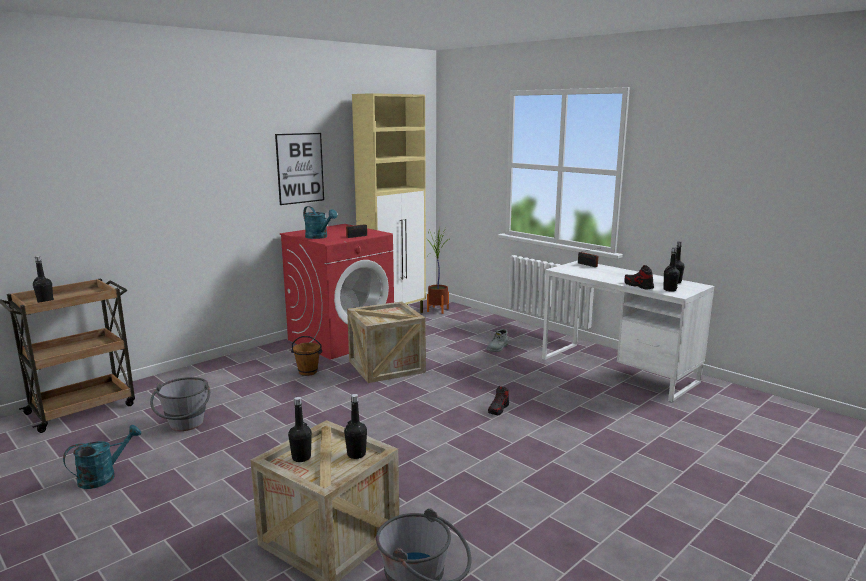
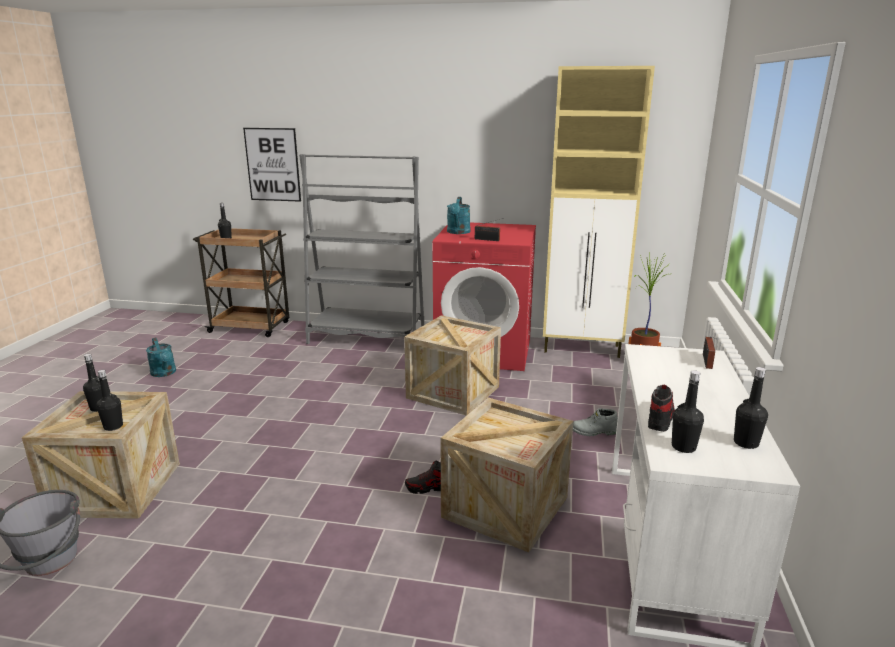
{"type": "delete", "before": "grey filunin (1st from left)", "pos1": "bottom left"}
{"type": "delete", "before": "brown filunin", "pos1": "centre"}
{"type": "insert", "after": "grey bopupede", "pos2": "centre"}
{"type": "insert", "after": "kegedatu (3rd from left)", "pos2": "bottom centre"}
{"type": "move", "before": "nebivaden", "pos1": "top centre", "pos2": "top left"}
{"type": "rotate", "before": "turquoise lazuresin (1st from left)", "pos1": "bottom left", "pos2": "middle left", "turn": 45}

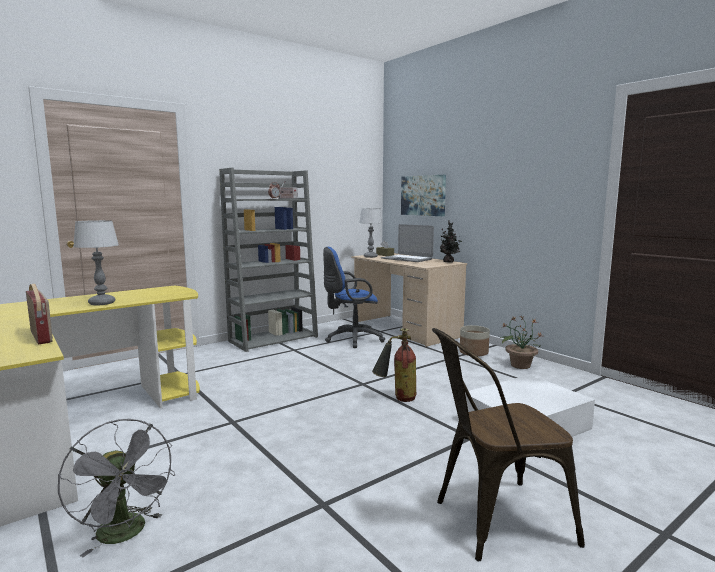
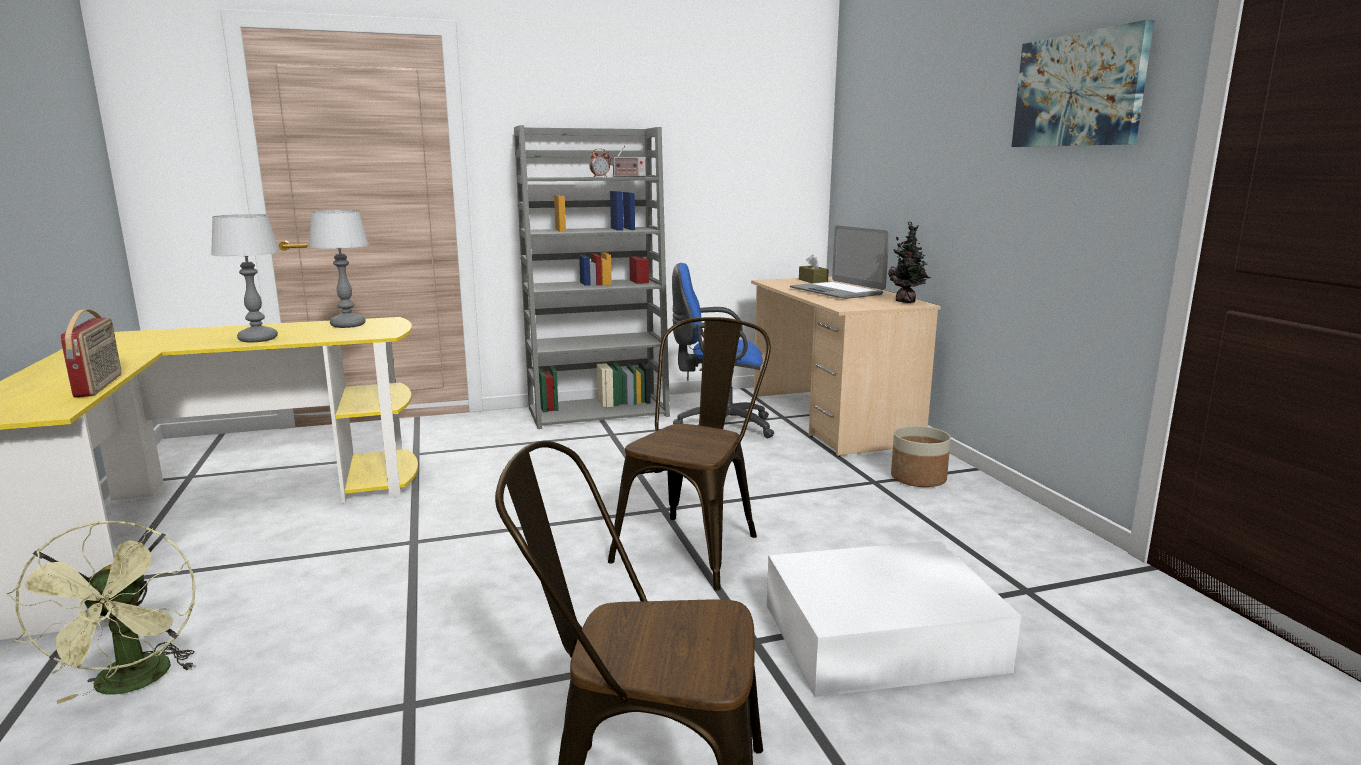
{"type": "delete", "before": "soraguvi (2nd from left)", "pos1": "middle right"}
{"type": "move", "before": "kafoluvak (2nd from left)", "pos1": "centre", "pos2": "middle left"}
{"type": "move", "before": "nebivaden", "pos1": "centre", "pos2": "top right"}
{"type": "replace", "before": "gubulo", "after": "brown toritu (2nd from left)", "pos1": "centre", "pos2": "centre"}
{"type": "recolor", "before": "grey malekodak", "after": "green malekodak", "pos1": "bottom left", "pos2": "bottom left"}

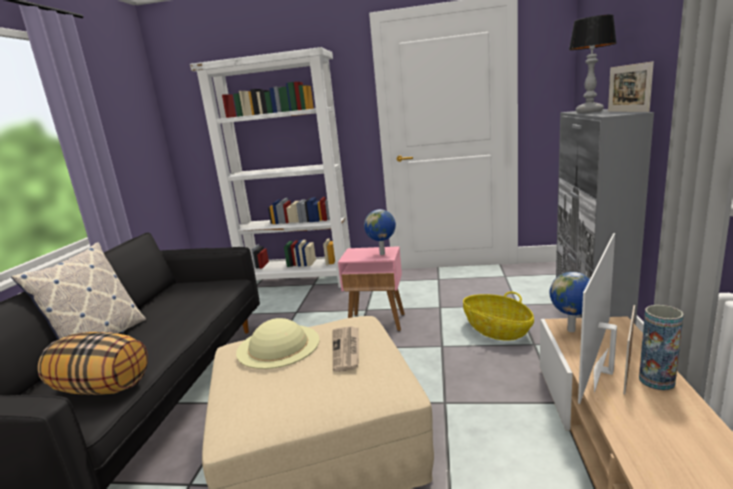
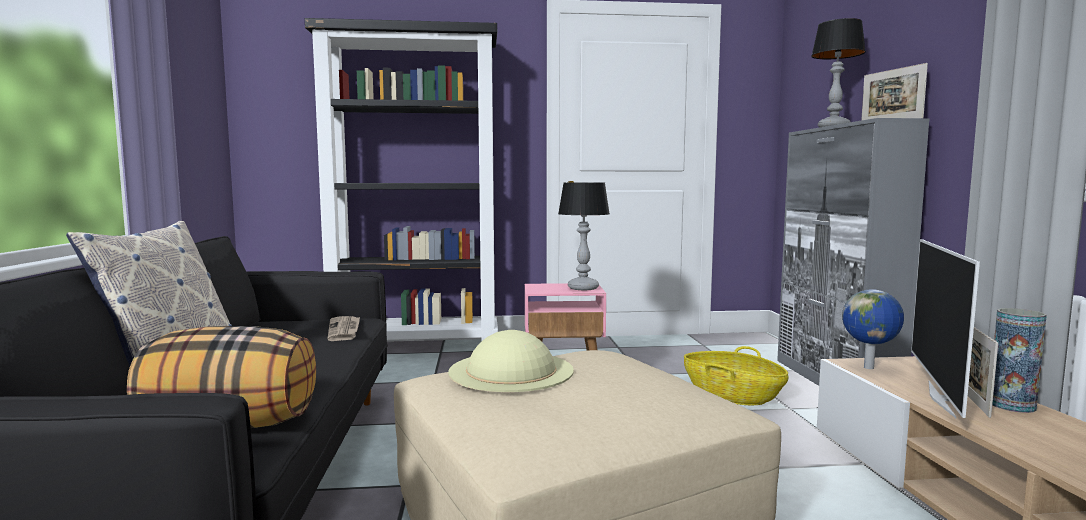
{"type": "move", "before": "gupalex", "pos1": "bottom centre", "pos2": "middle left"}
{"type": "replace", "before": "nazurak (1st from left)", "after": "kafoluvak (1st from left)", "pos1": "centre", "pos2": "centre"}
{"type": "recolor", "before": "white bopupede", "after": "black bopupede", "pos1": "centre", "pos2": "centre"}

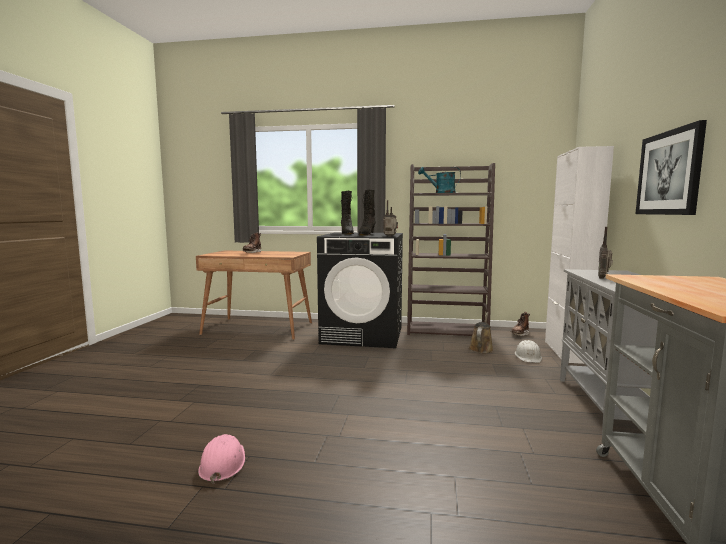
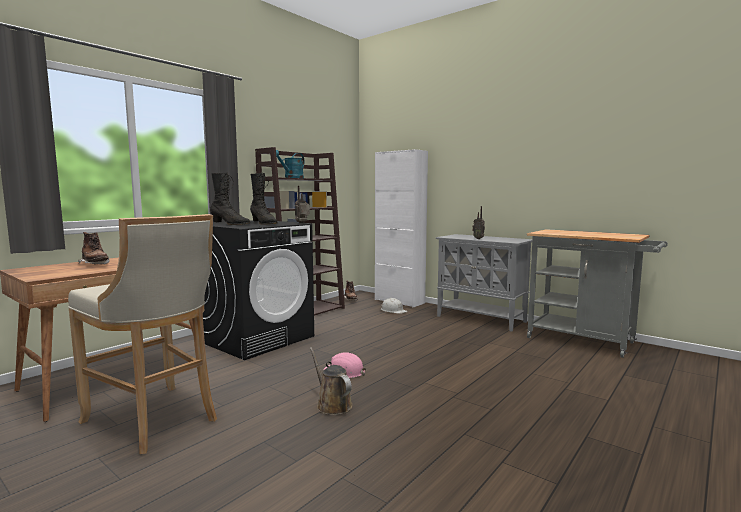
{"type": "delete", "before": "nebivaden", "pos1": "top right"}
{"type": "insert", "after": "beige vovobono", "pos2": "middle left"}
{"type": "move", "before": "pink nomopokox", "pos1": "bottom left", "pos2": "bottom centre"}
{"type": "move", "before": "brown lazuresin", "pos1": "centre", "pos2": "bottom centre"}

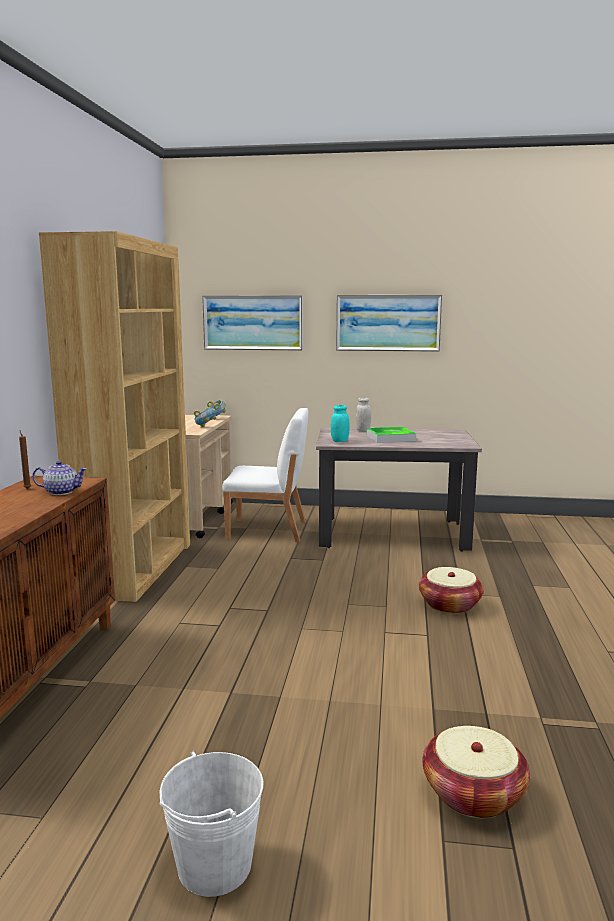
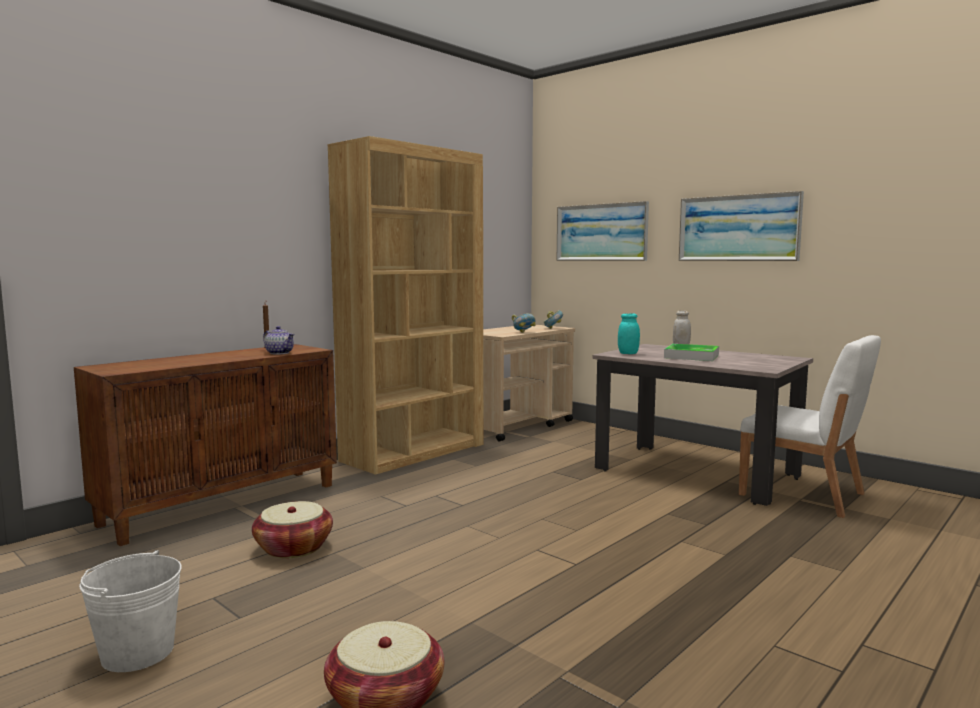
{"type": "move", "before": "white toritu", "pos1": "centre", "pos2": "middle right"}
{"type": "move", "before": "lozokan (1st from left)", "pos1": "middle right", "pos2": "bottom left"}

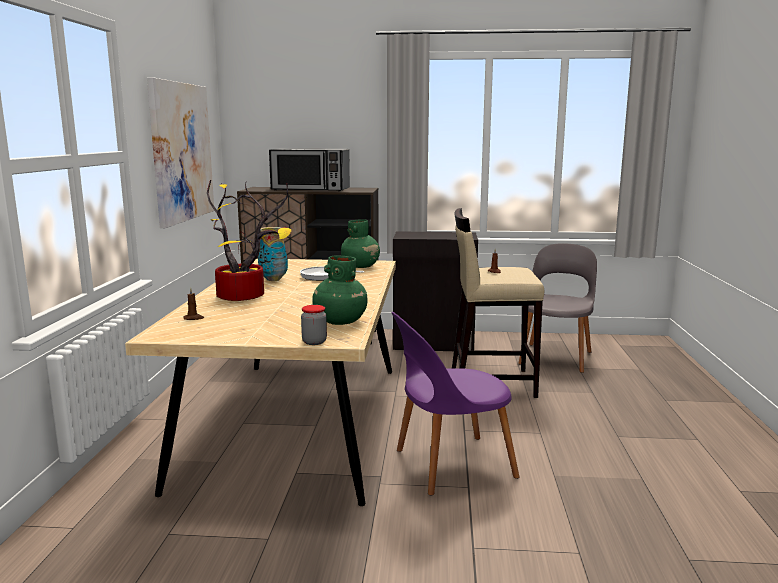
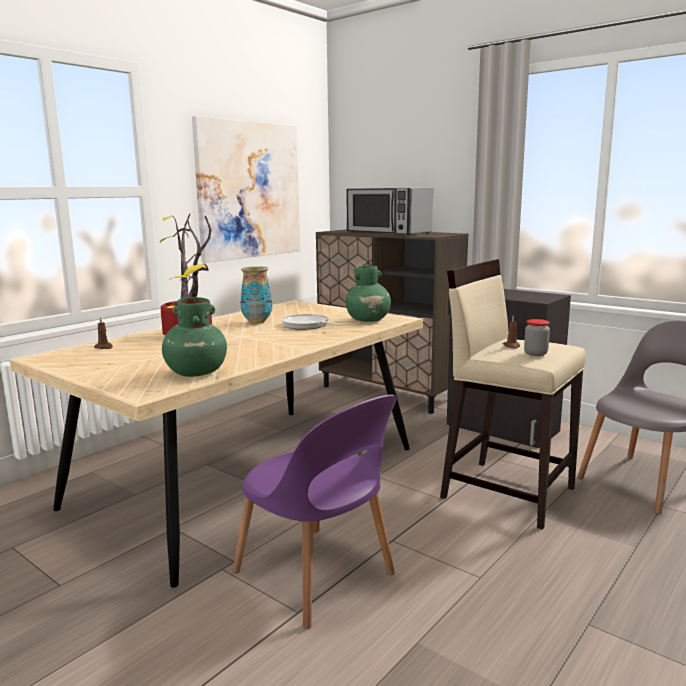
{"type": "move", "before": "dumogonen", "pos1": "centre", "pos2": "middle right"}
{"type": "rotate", "before": "purple toritu", "pos1": "bottom centre", "pos2": "bottom centre", "turn": -150}

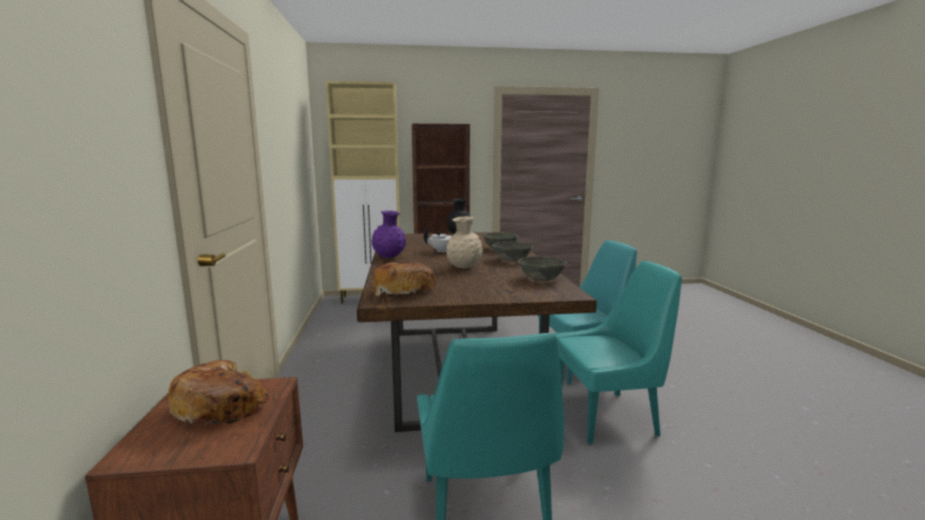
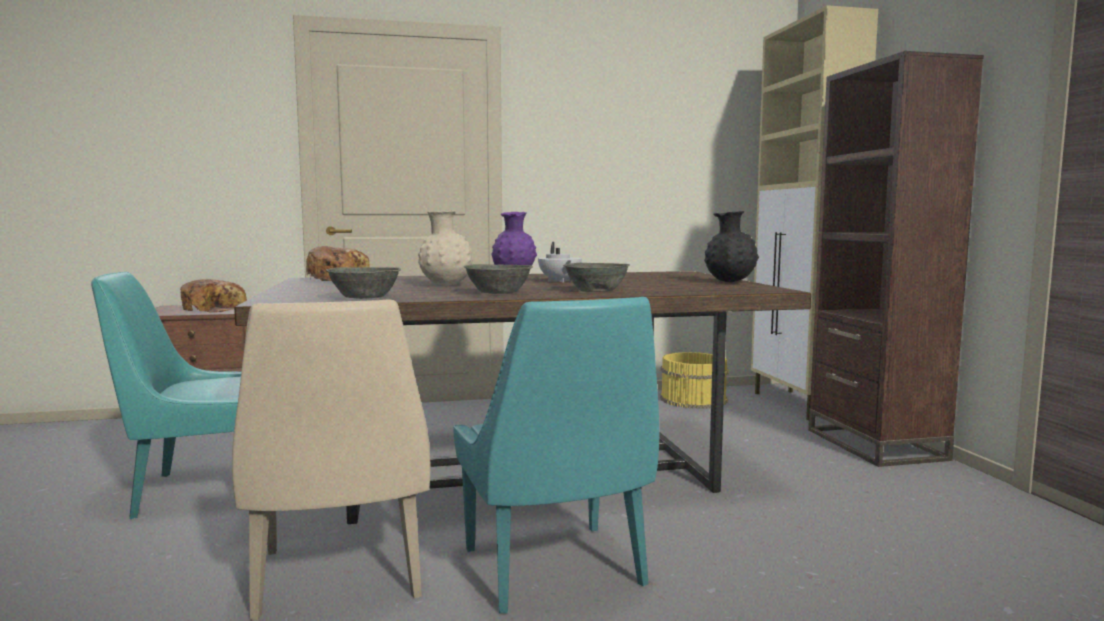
{"type": "insert", "after": "yellow filunin", "pos2": "centre"}
{"type": "recolor", "before": "turquoise toritu (3rd from left)", "after": "beige toritu", "pos1": "bottom right", "pos2": "bottom left"}

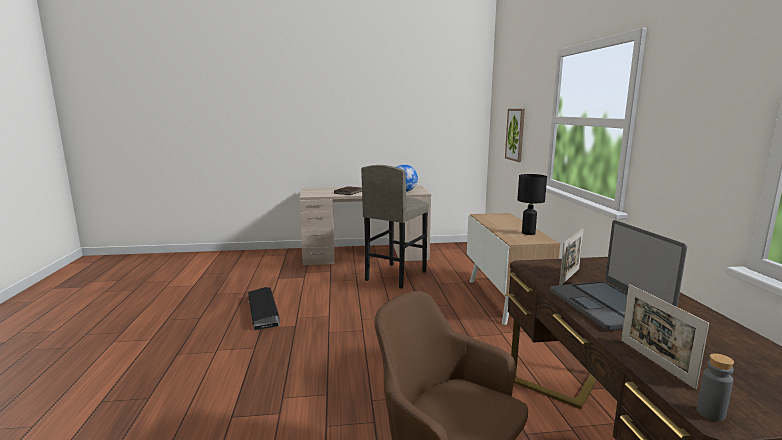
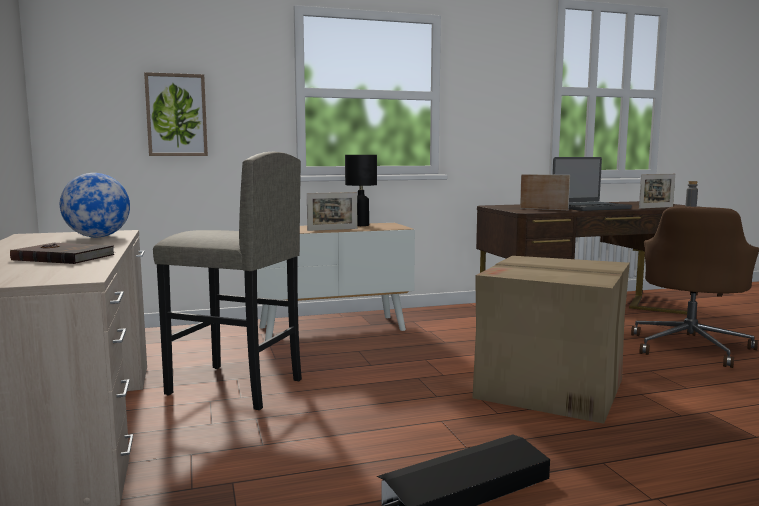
{"type": "insert", "after": "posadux (1st from left)", "pos2": "centre"}
{"type": "insert", "after": "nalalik", "pos2": "bottom right"}

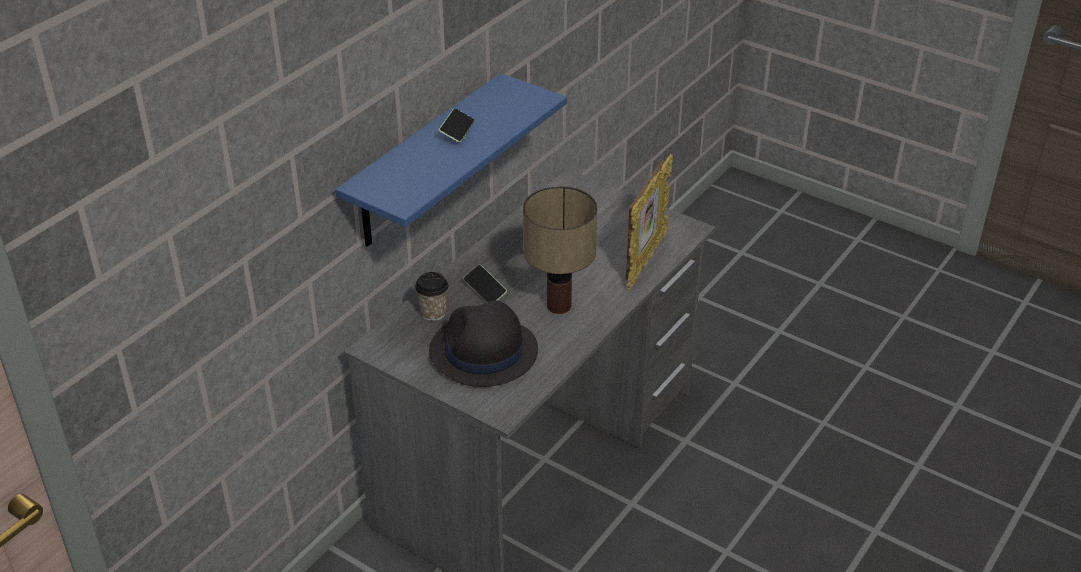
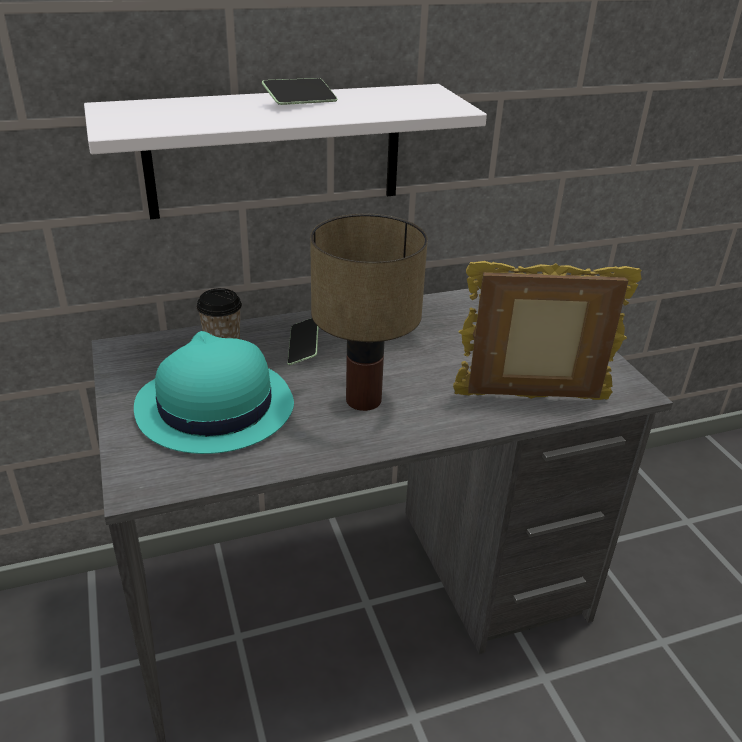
{"type": "recolor", "before": "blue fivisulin", "after": "white fivisulin", "pos1": "top centre", "pos2": "top centre"}
{"type": "recolor", "before": "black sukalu", "after": "turquoise sukalu", "pos1": "centre", "pos2": "middle left"}
{"type": "rotate", "before": "posadux", "pos1": "centre", "pos2": "middle right", "turn": -150}

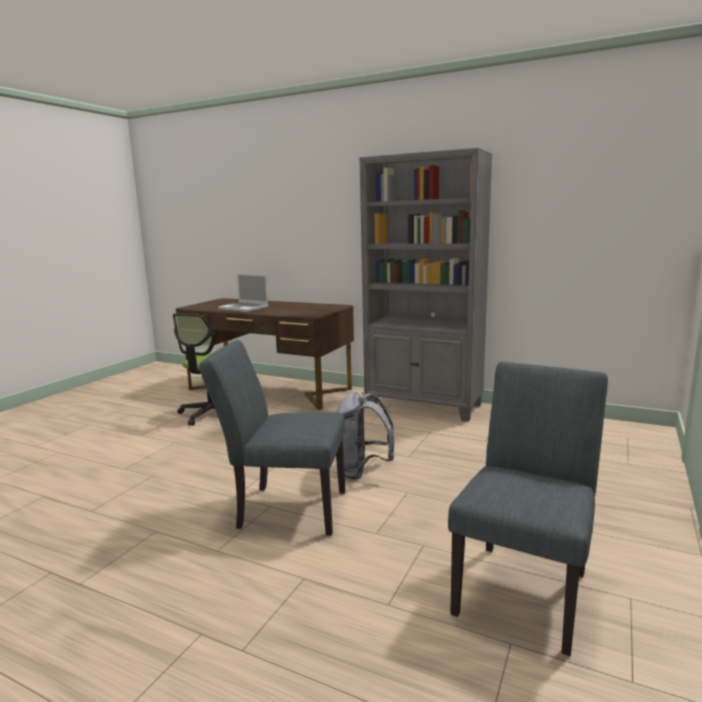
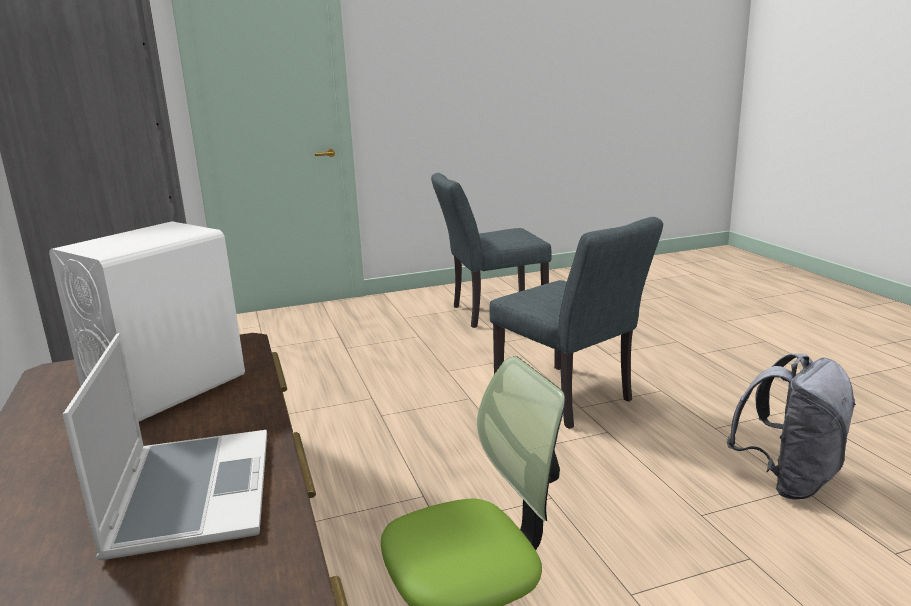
{"type": "insert", "after": "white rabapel", "pos2": "middle left"}
{"type": "move", "before": "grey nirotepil", "pos1": "centre", "pos2": "bottom right"}

